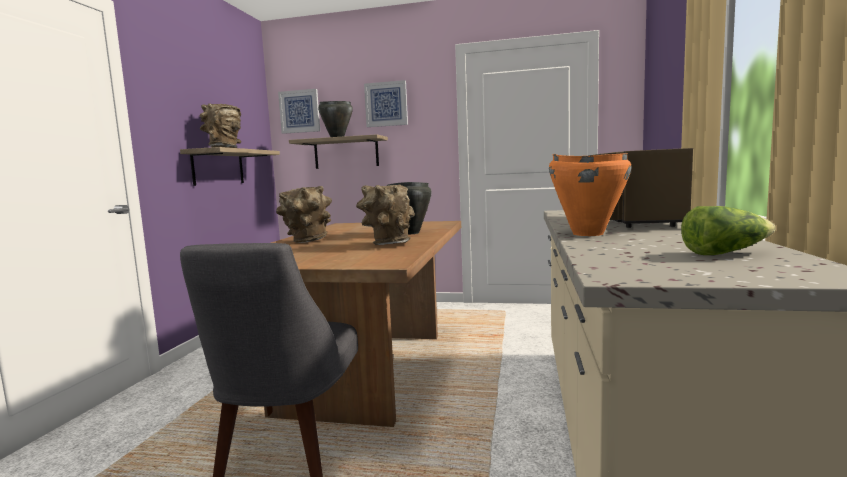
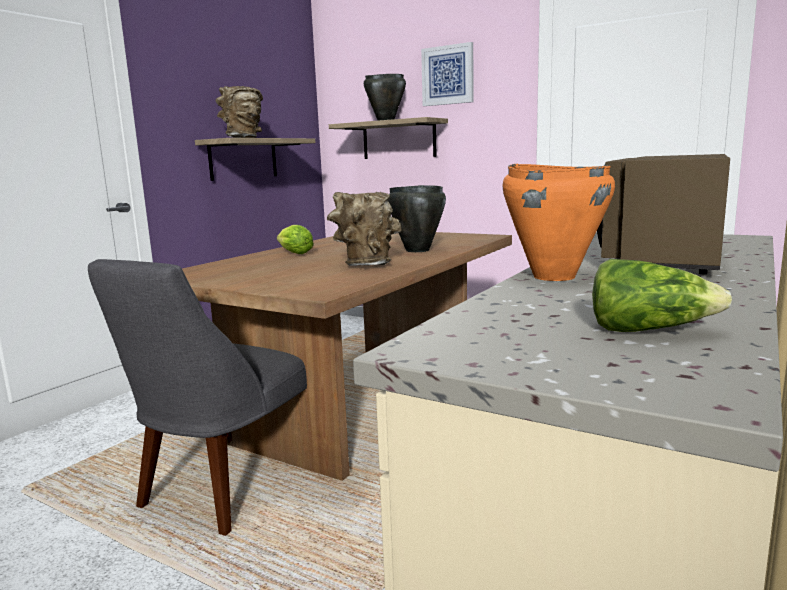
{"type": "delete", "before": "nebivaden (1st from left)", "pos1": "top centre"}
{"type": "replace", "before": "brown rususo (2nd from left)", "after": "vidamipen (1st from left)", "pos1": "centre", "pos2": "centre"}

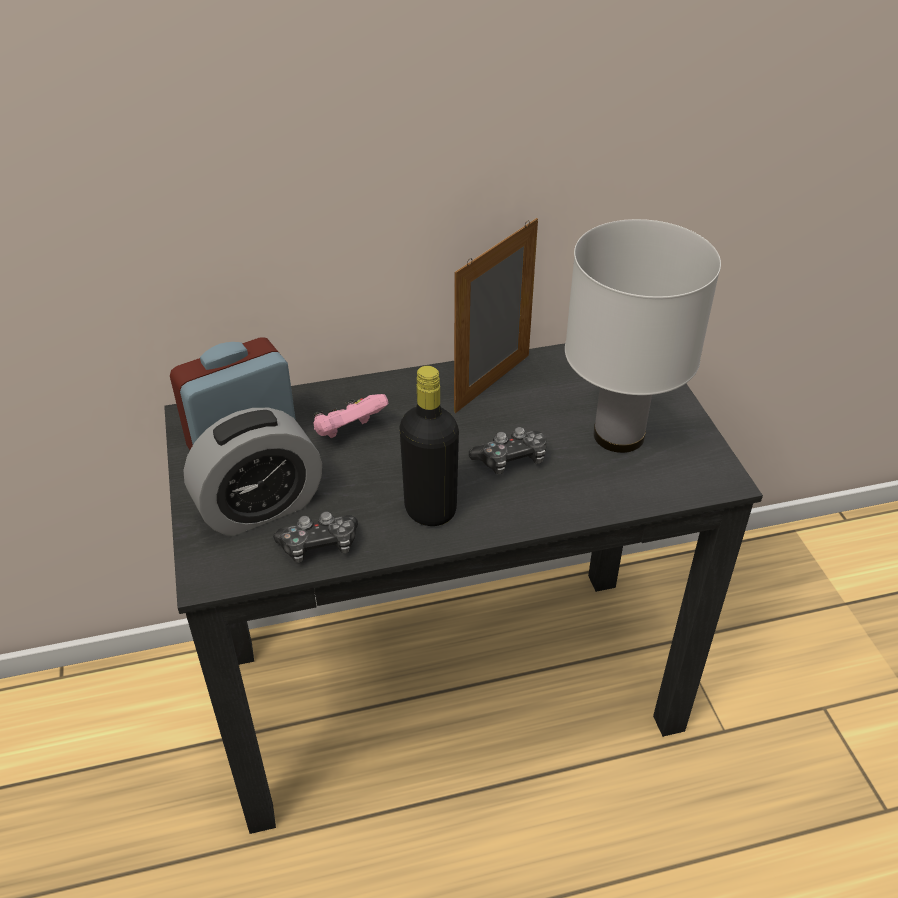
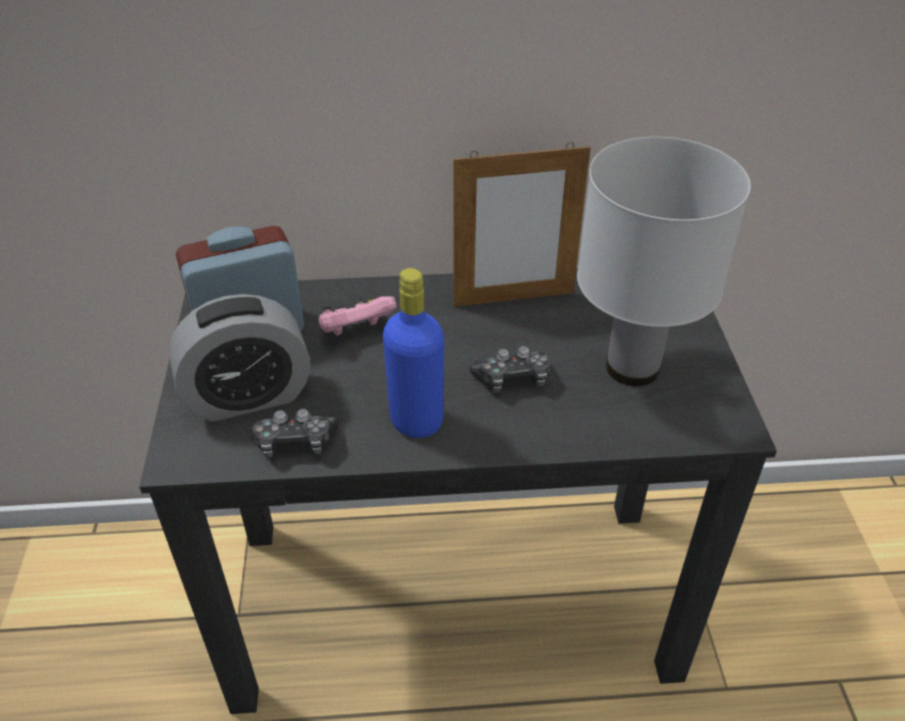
{"type": "recolor", "before": "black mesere", "after": "blue mesere", "pos1": "centre", "pos2": "centre"}
{"type": "rotate", "before": "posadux", "pos1": "centre", "pos2": "top centre", "turn": -150}

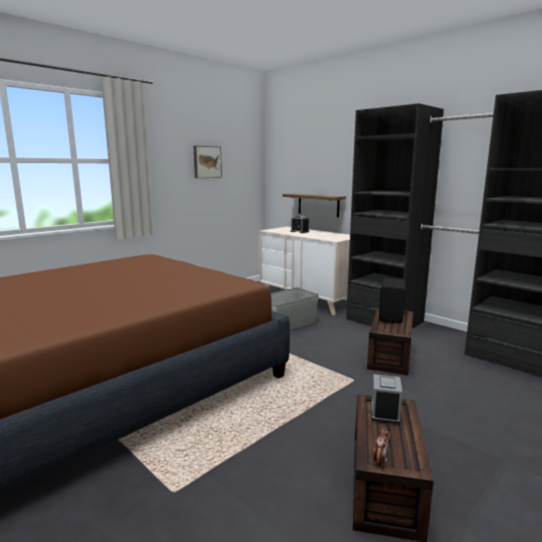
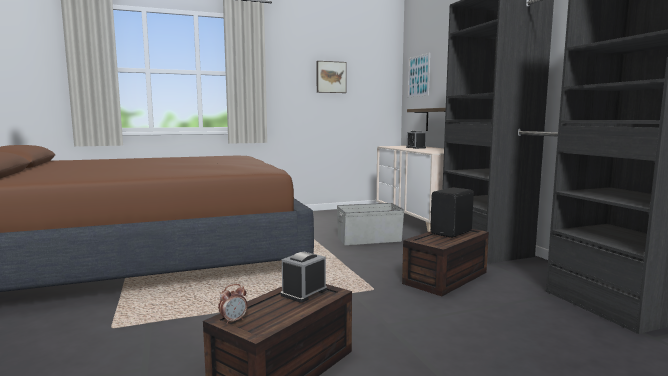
{"type": "insert", "after": "nebivaden (2nd from left)", "pos2": "top centre"}

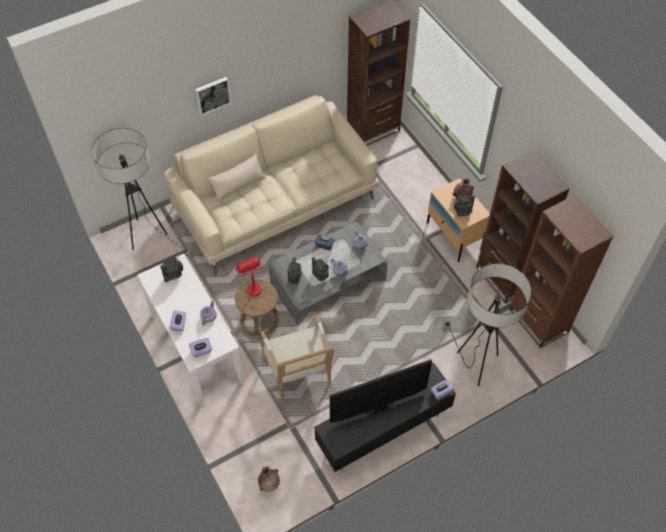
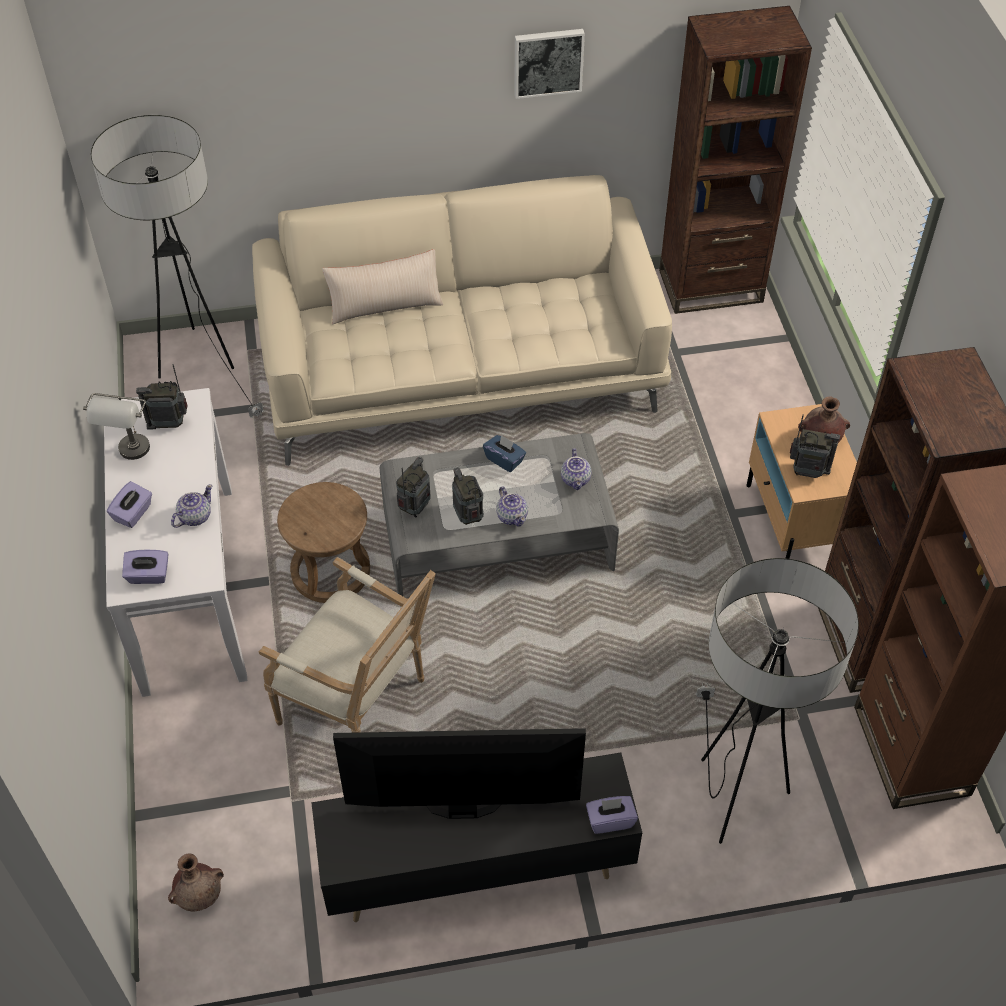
{"type": "delete", "before": "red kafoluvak", "pos1": "centre"}
{"type": "insert", "after": "grey kafoluvak", "pos2": "middle left"}
{"type": "move", "before": "nebivaden", "pos1": "top left", "pos2": "top centre"}
{"type": "rotate", "before": "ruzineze", "pos1": "bottom centre", "pos2": "centre", "turn": -60}

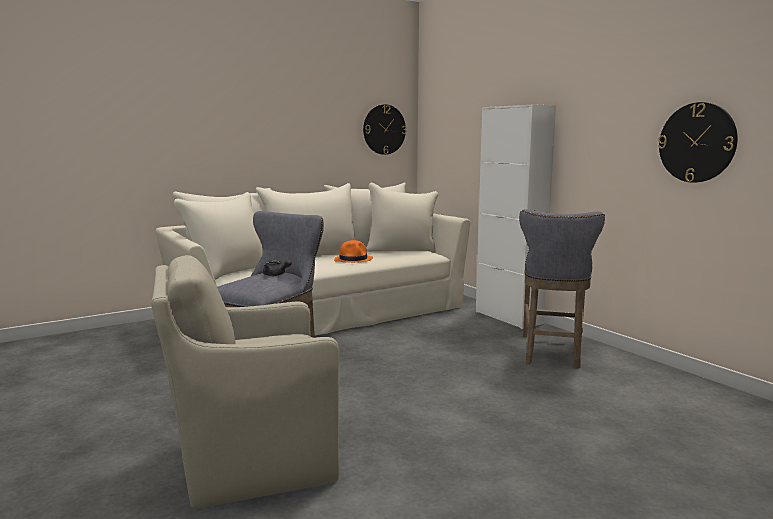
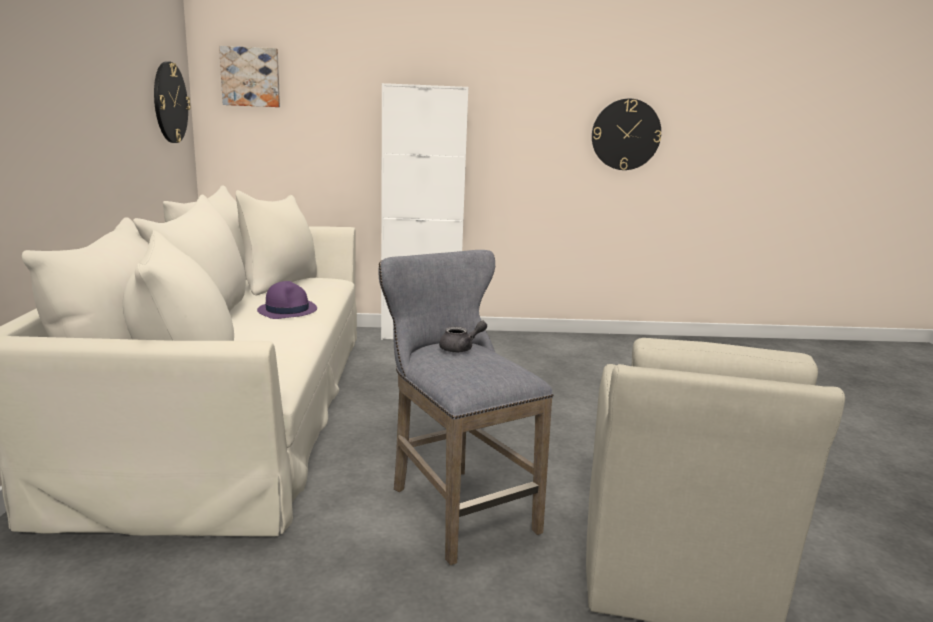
{"type": "delete", "before": "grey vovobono (2nd from left)", "pos1": "middle right"}
{"type": "insert", "after": "nebivaden", "pos2": "top left"}
{"type": "recolor", "before": "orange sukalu", "after": "purple sukalu", "pos1": "centre", "pos2": "middle left"}

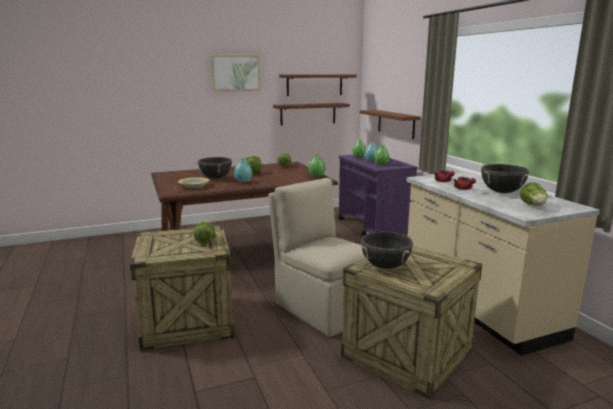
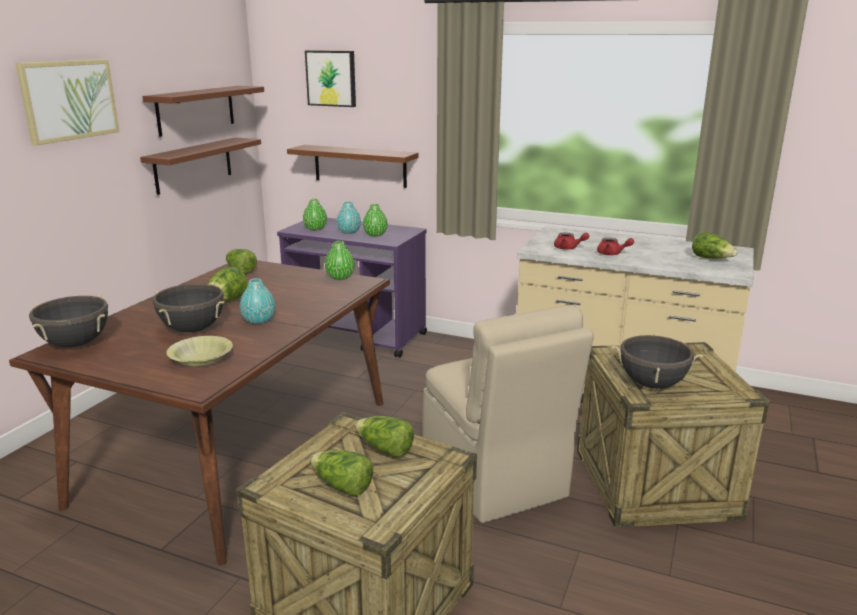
{"type": "insert", "after": "nebivaden (2nd from left)", "pos2": "top centre"}
{"type": "insert", "after": "vidamipen (3rd from left)", "pos2": "bottom centre"}
{"type": "move", "before": "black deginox (3rd from left in the first image)", "after": "black deginox (1st from left)", "pos1": "middle right", "pos2": "middle left"}
{"type": "rotate", "before": "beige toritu", "pos1": "centre", "pos2": "bottom centre", "turn": -120}

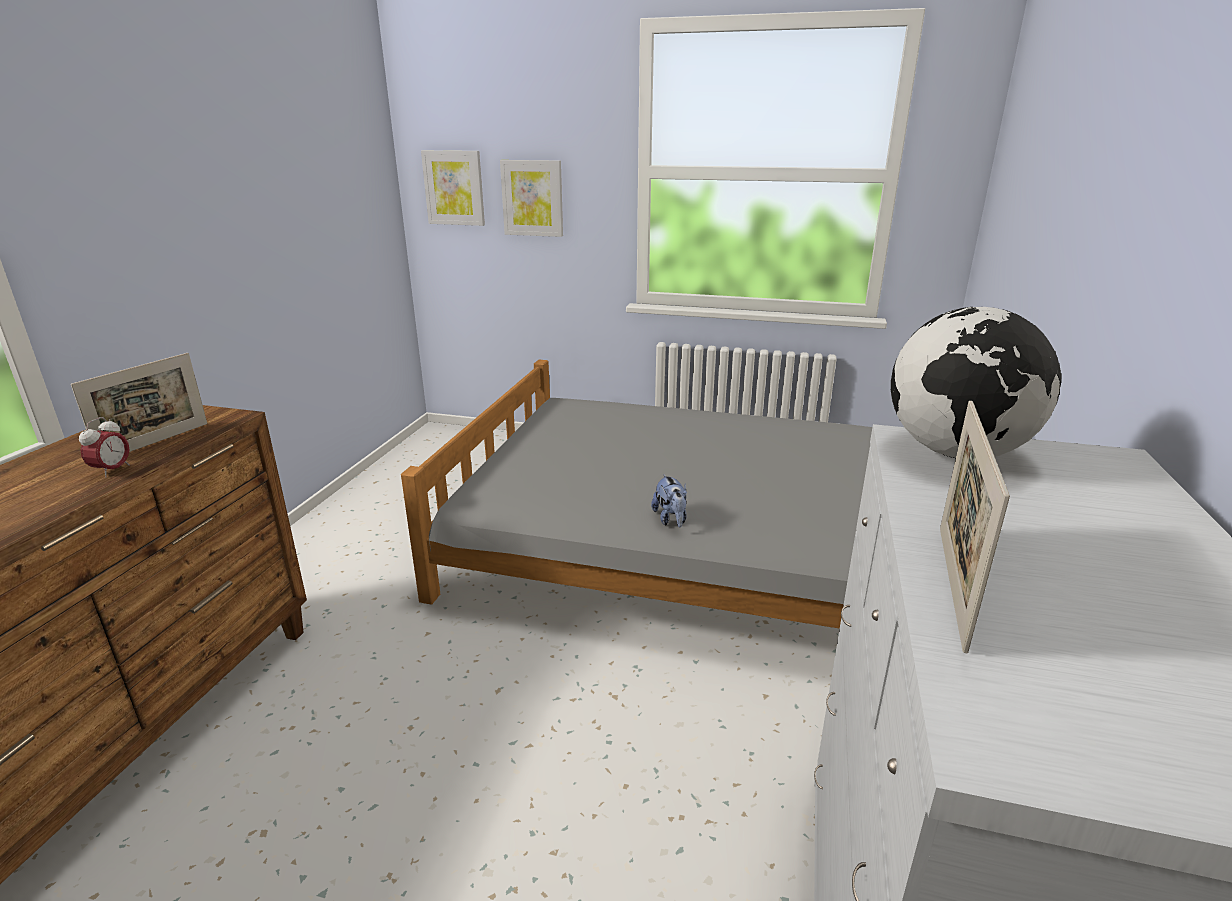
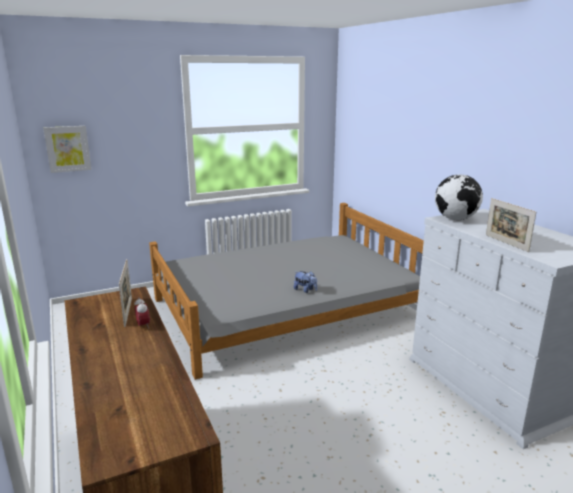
{"type": "delete", "before": "nebivaden (2nd from left)", "pos1": "top centre"}

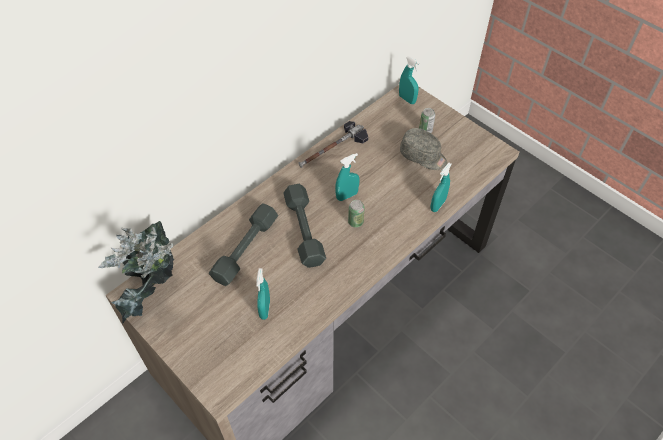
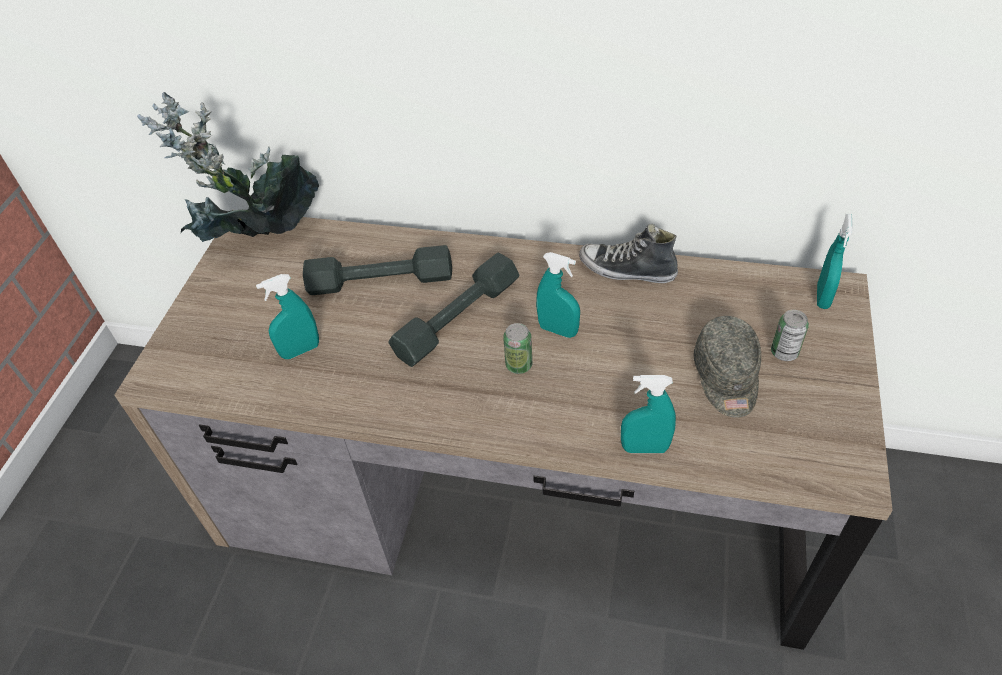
{"type": "replace", "before": "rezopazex", "after": "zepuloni", "pos1": "top centre", "pos2": "centre"}

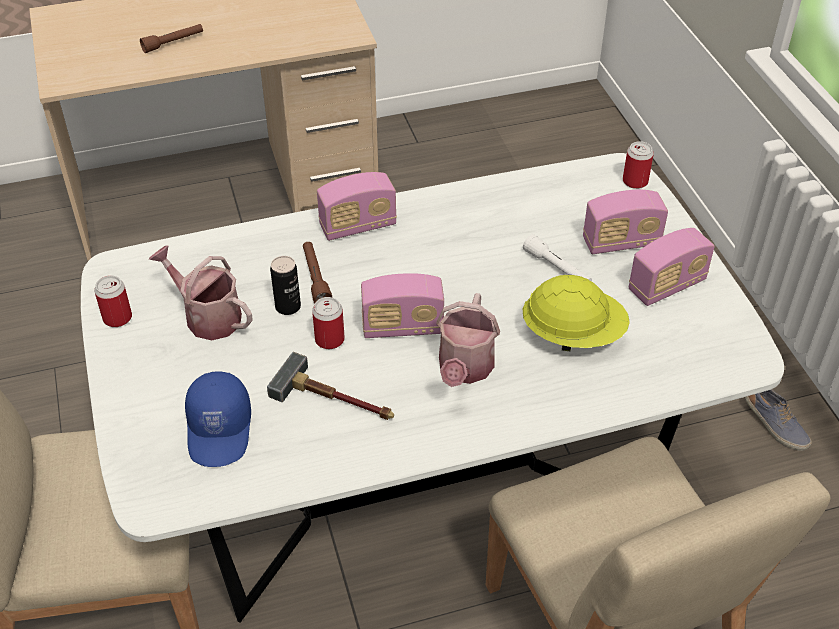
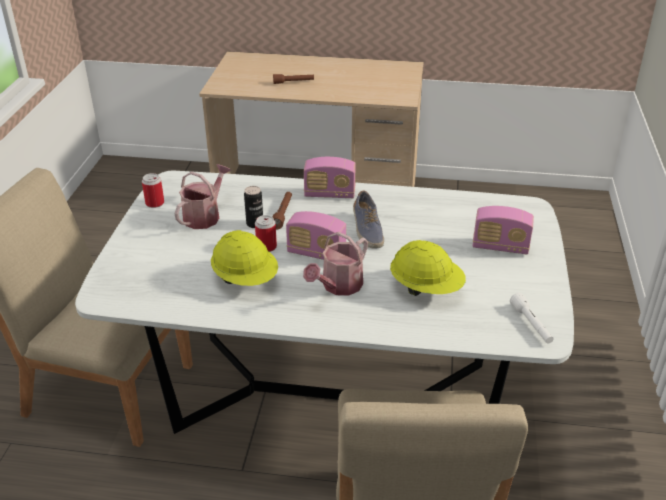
{"type": "delete", "before": "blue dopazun", "pos1": "middle left"}
{"type": "delete", "before": "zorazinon (4th from left)", "pos1": "top right"}
{"type": "delete", "before": "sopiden (4th from left)", "pos1": "middle right"}
{"type": "move", "before": "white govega", "pos1": "centre", "pos2": "middle right"}
{"type": "move", "before": "zepuloni", "pos1": "bottom right", "pos2": "centre"}
{"type": "replace", "before": "rezopazex", "after": "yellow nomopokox (1st from left)", "pos1": "centre", "pos2": "centre"}
{"type": "rotate", "before": "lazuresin (1st from left)", "pos1": "middle left", "pos2": "middle left", "turn": 60}

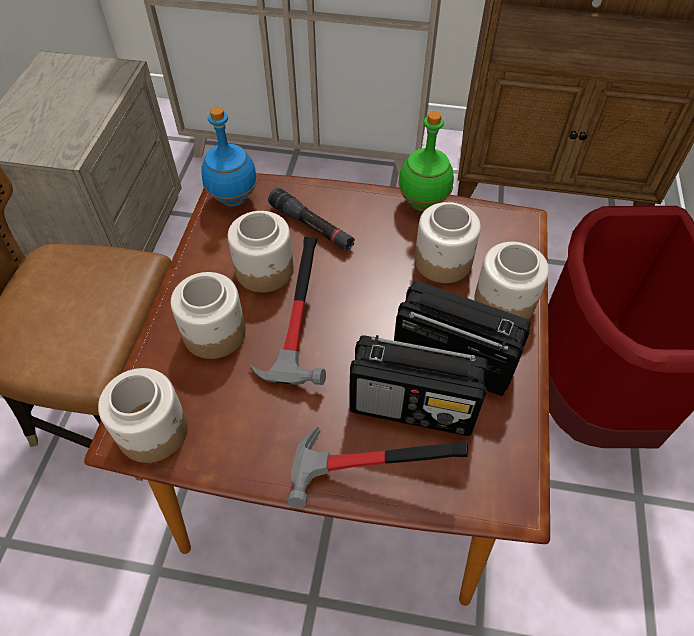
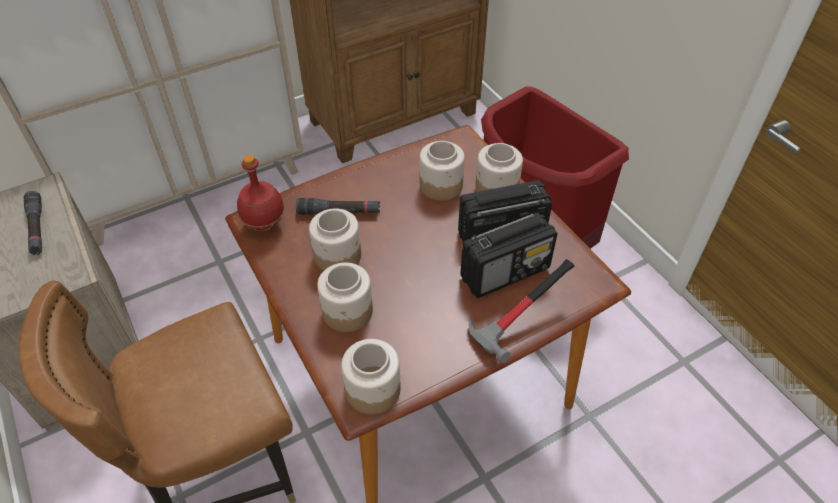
{"type": "delete", "before": "rezopazex (1st from left)", "pos1": "centre"}
{"type": "delete", "before": "green mesere", "pos1": "top centre"}
{"type": "insert", "after": "black govega (1st from left)", "pos2": "middle left"}
{"type": "recolor", "before": "blue mesere", "after": "red mesere", "pos1": "top left", "pos2": "middle left"}

